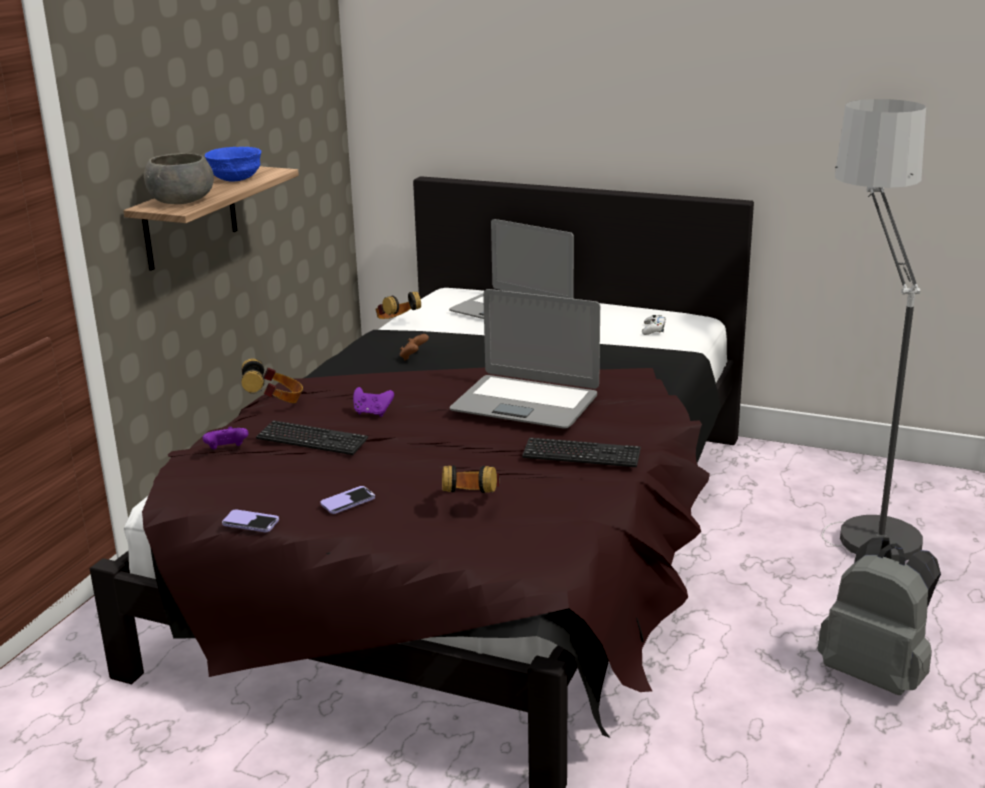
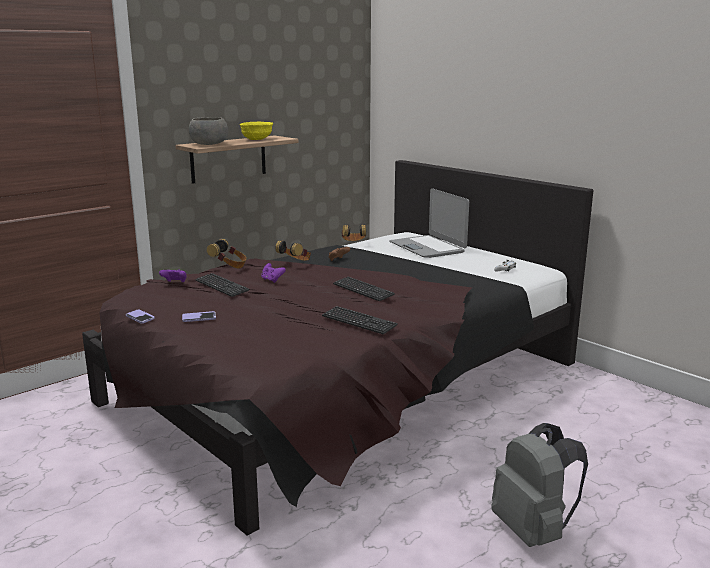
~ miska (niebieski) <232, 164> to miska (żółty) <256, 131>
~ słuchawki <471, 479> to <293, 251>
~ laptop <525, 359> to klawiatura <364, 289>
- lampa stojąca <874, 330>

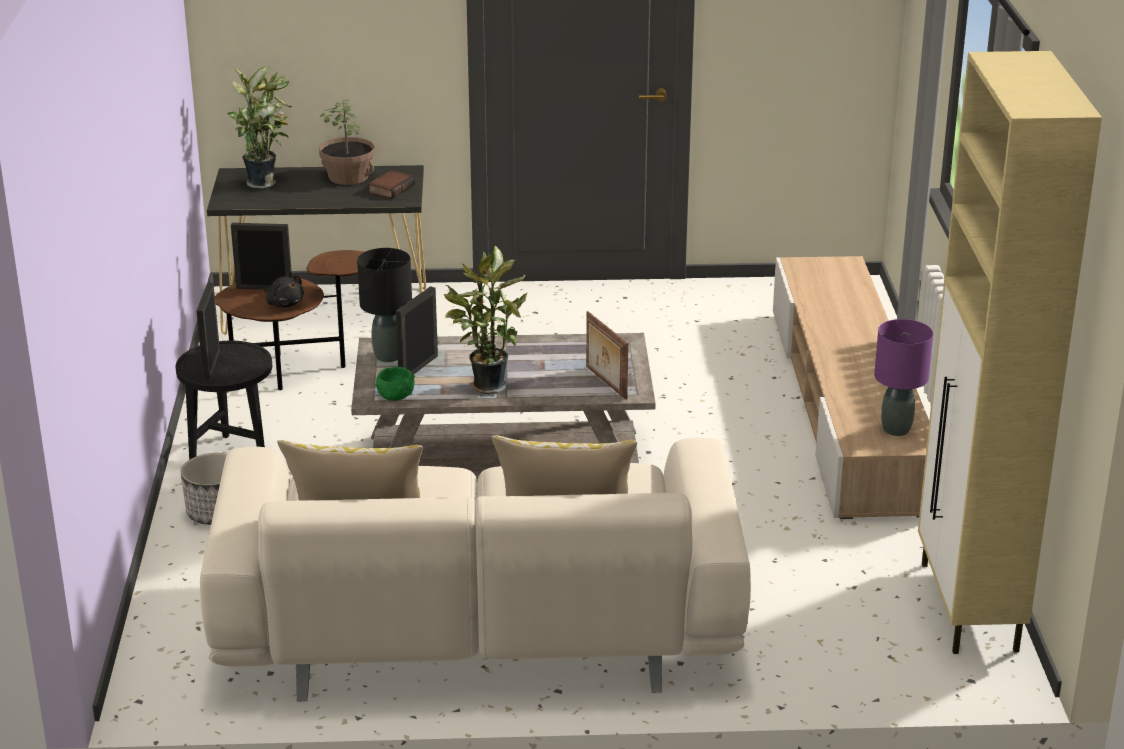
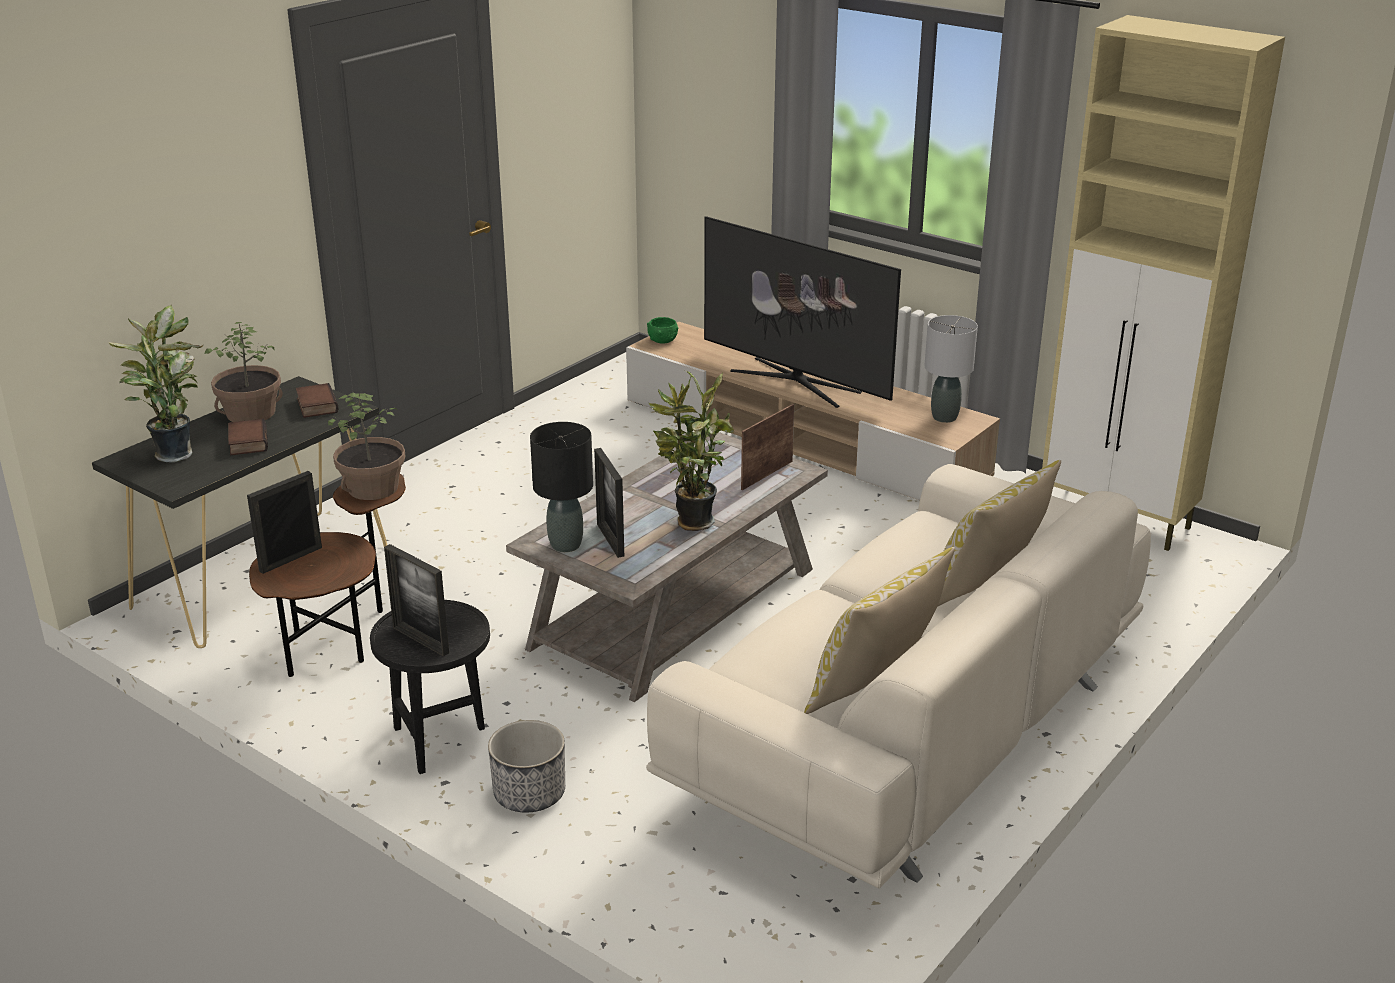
+ książka <248, 437>
+ roślina doniczkowa <366, 446>
~ miska (zielony) <395, 384> to <663, 330>
+ telewizor <802, 312>
~ ramka na zdjęcie <607, 355> = <767, 447> 120 degrees clockwise
~ lampa stołowa (fioletowy) <903, 377> to lampa stołowa (szary) <951, 369>
- pluszak (czarny) <284, 291>

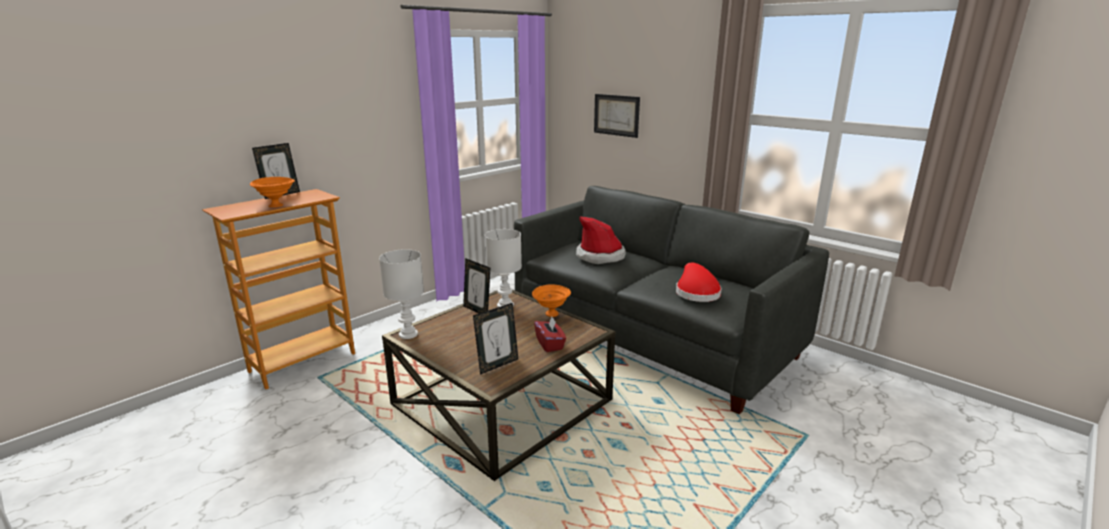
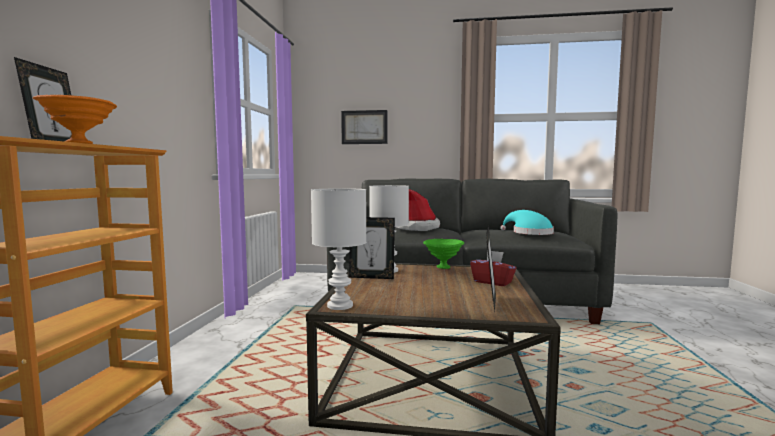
~ miska (pomarańczowy) <551, 300> to miska (zielony) <443, 254>
~ kapelusz (czerwony) <699, 282> to kapelusz (turkusowy) <527, 222>

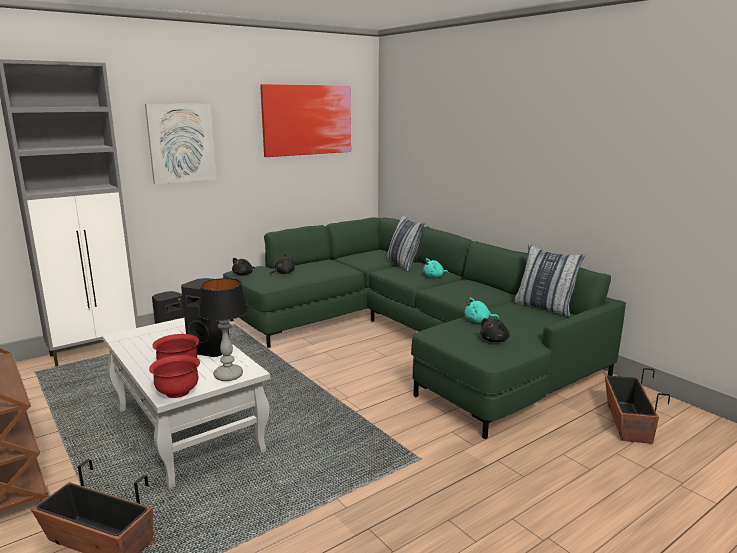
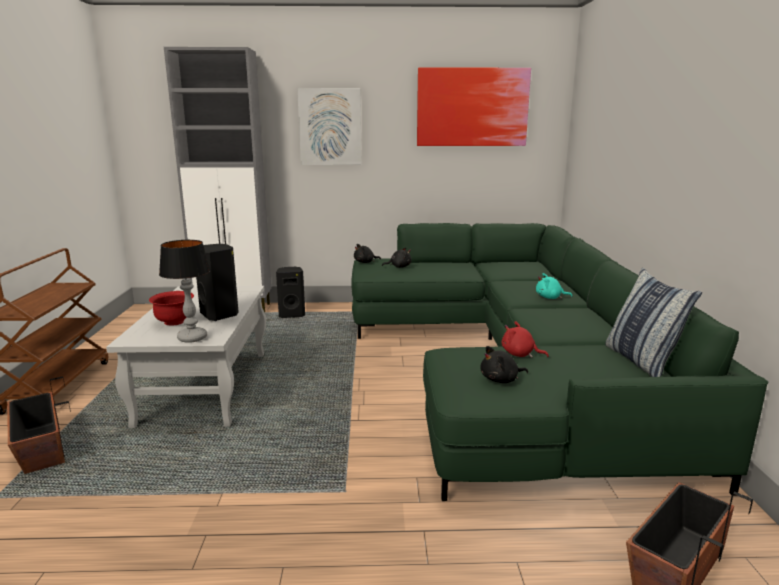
~ pluszak (turkusowy) <481, 310> to pluszak (czerwony) <525, 339>
- miska (czerwony) <174, 376>
- poduszka <406, 242>

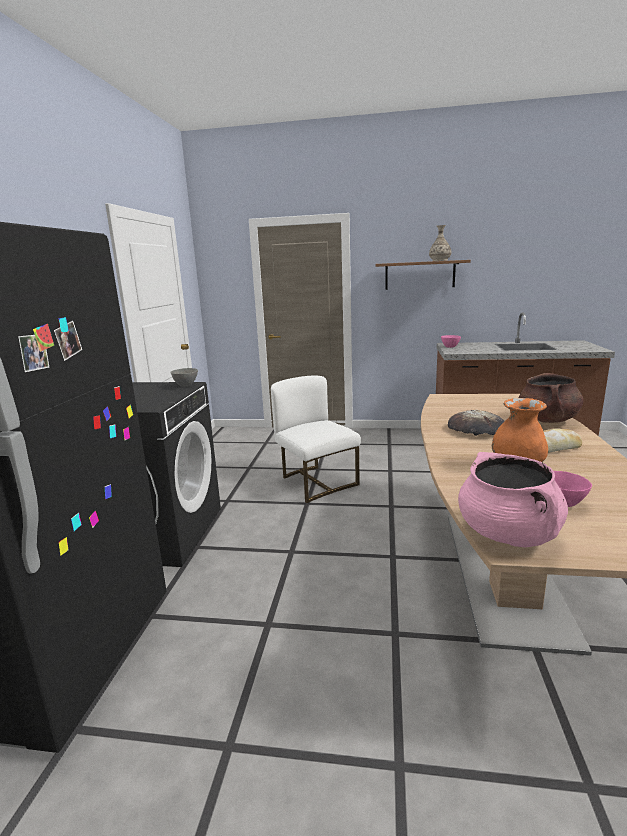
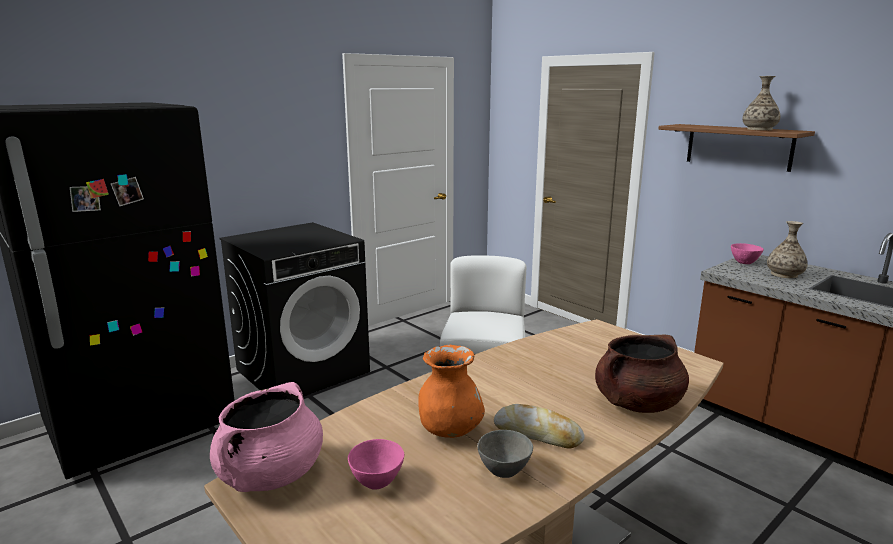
~ miska (szary) <184, 377> to <505, 454>
+ wazon <787, 249>
- chleb <476, 423>

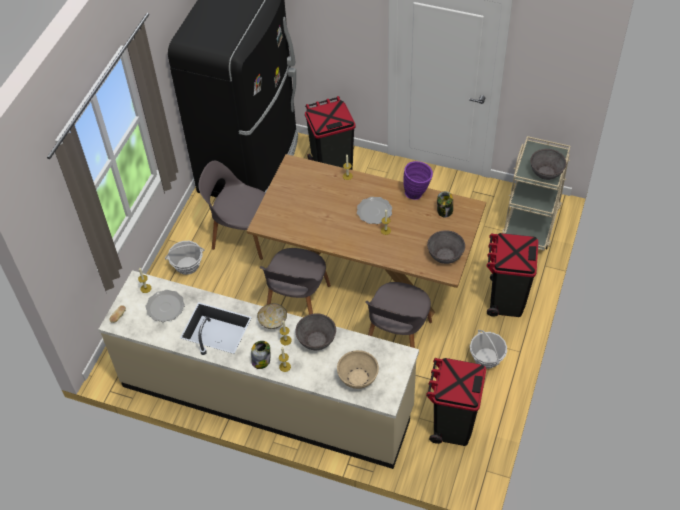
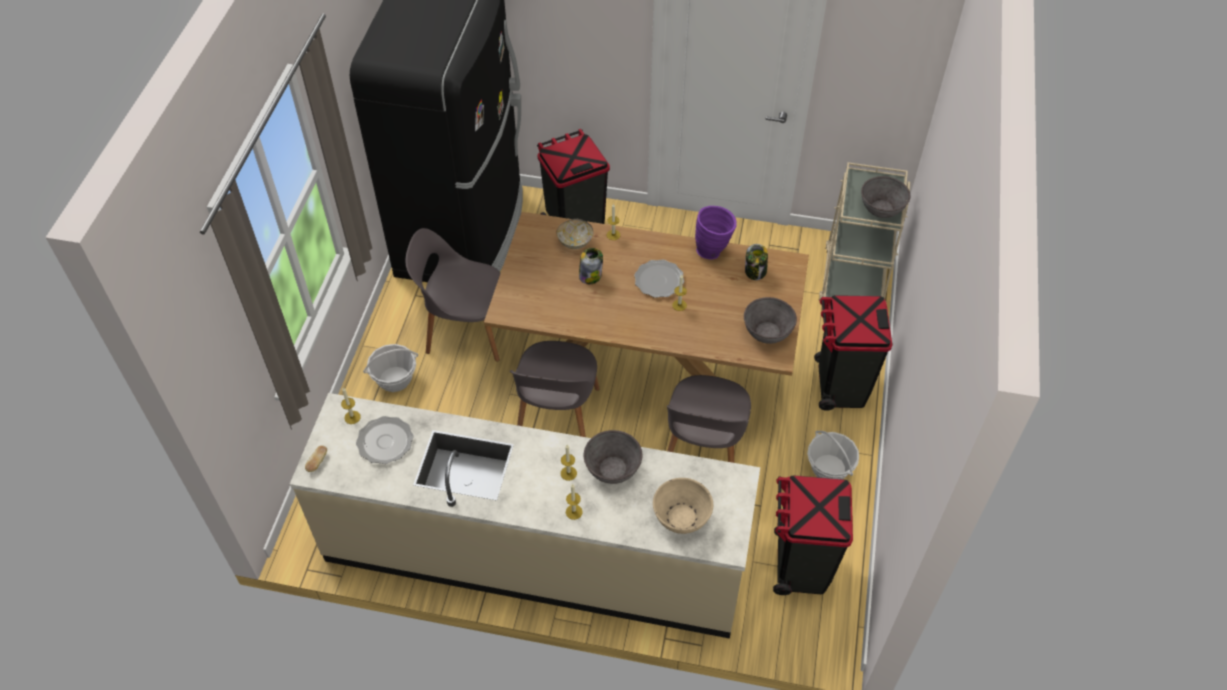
~ miska <272, 316> to <574, 234>
~ słoik <260, 355> to <591, 266>

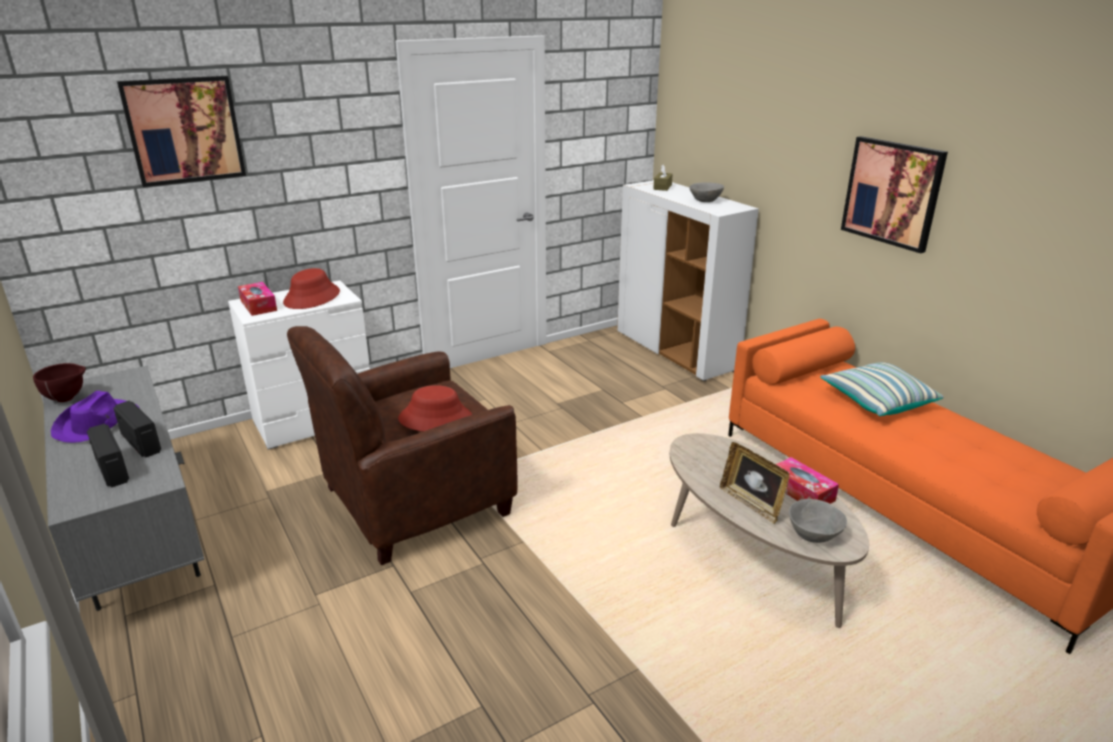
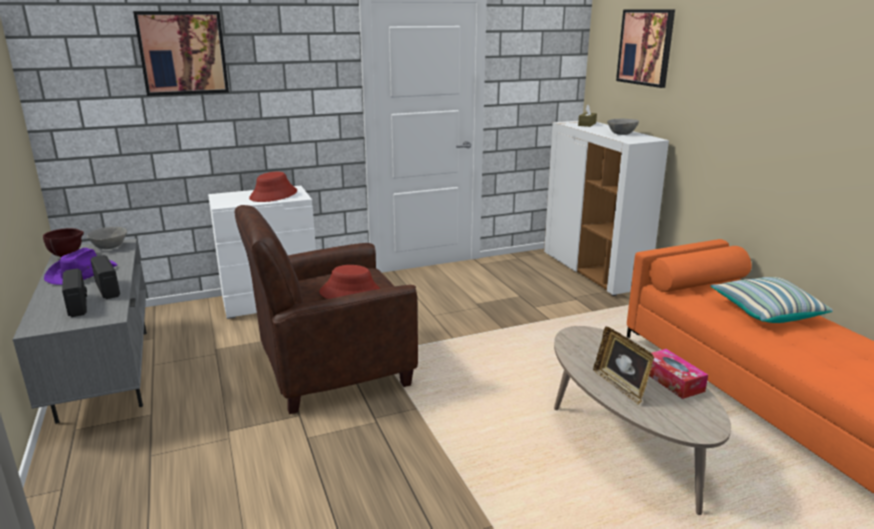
~ miska (szary) <818, 521> to <107, 238>
~ obraz <894, 194> to <645, 48>
- pudełko chusteczek <257, 299>

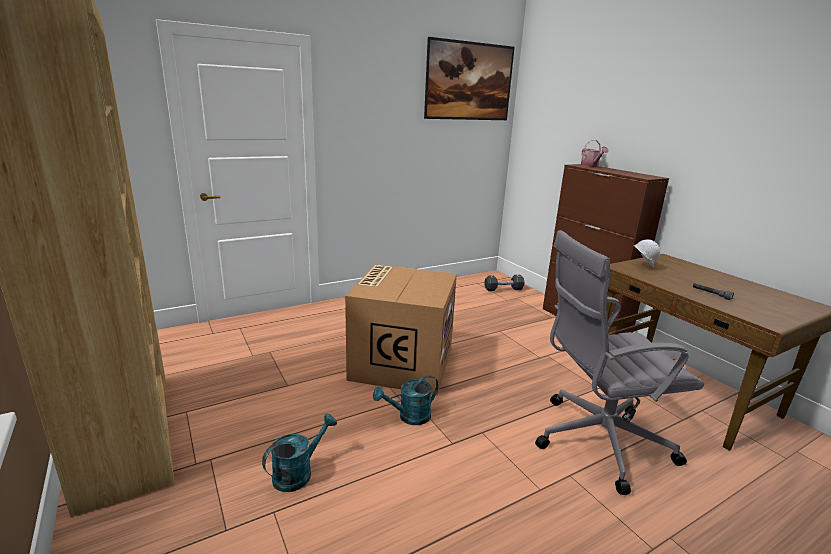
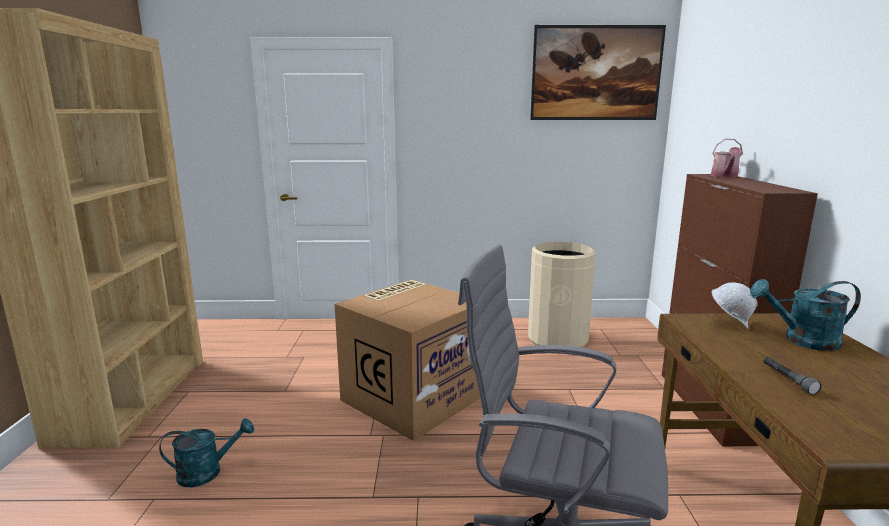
+ kosz na śmieci (beżowy) <562, 295>
~ konewka (turkusowy) <406, 400> to <805, 315>
- hantel (czarny) <504, 283>

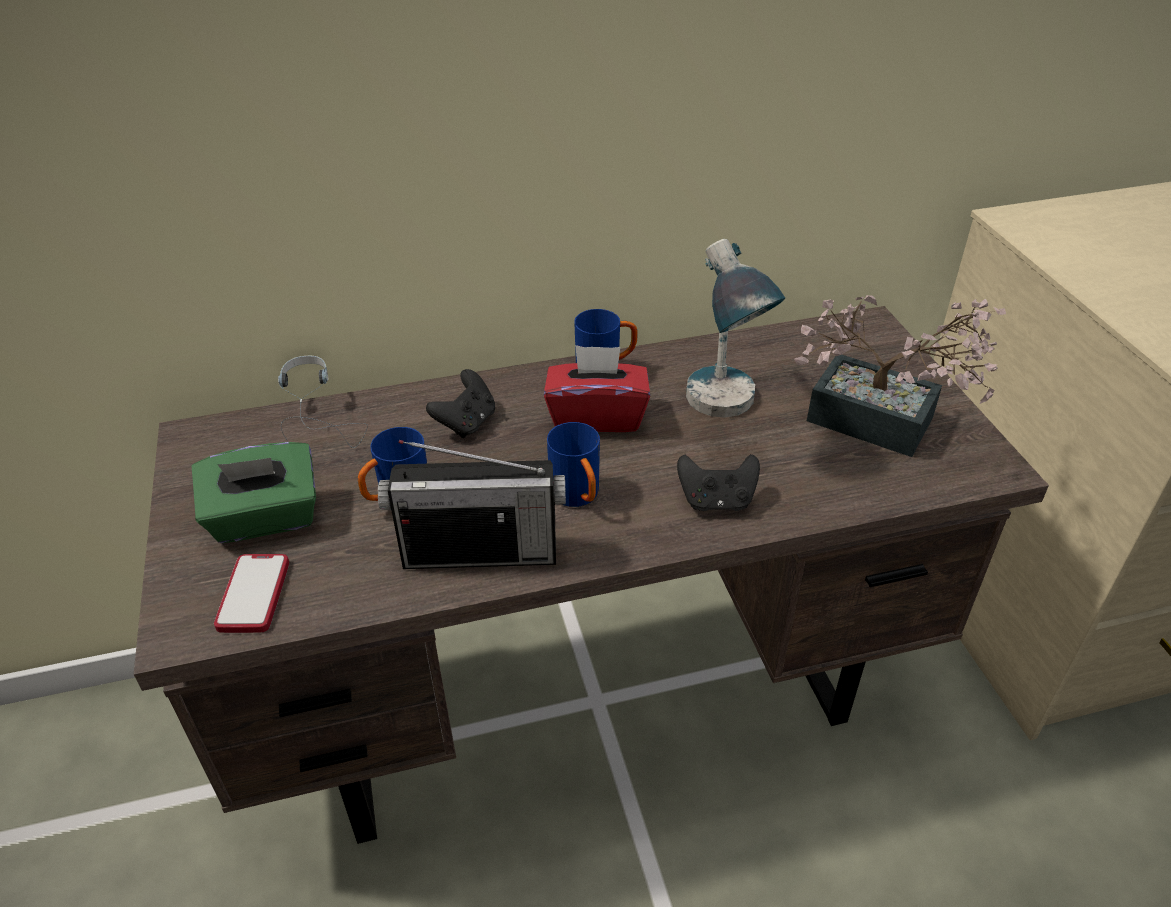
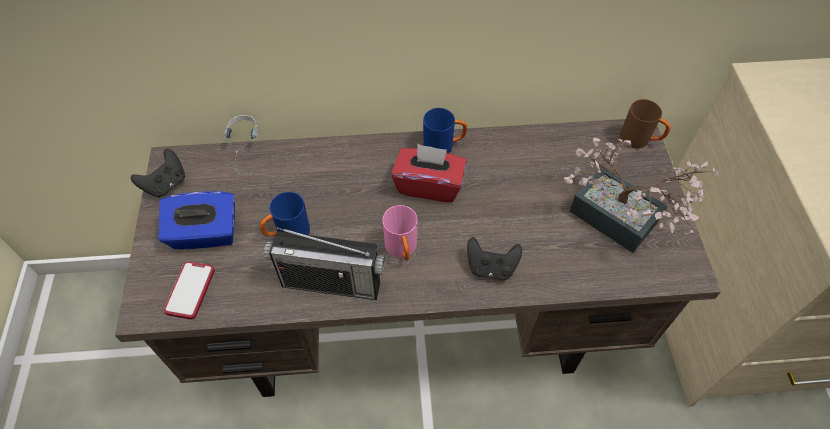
~ pad do gier (czarny) <460, 403> to <158, 173>
~ pudełko chusteczek (zielony) <253, 492> to pudełko chusteczek (niebieski) <196, 220>
~ kubek (niebieski) <573, 464> to kubek (różowy) <400, 232>
+ kubek (brązowy) <645, 124>
- lampa stołowa <735, 328>

